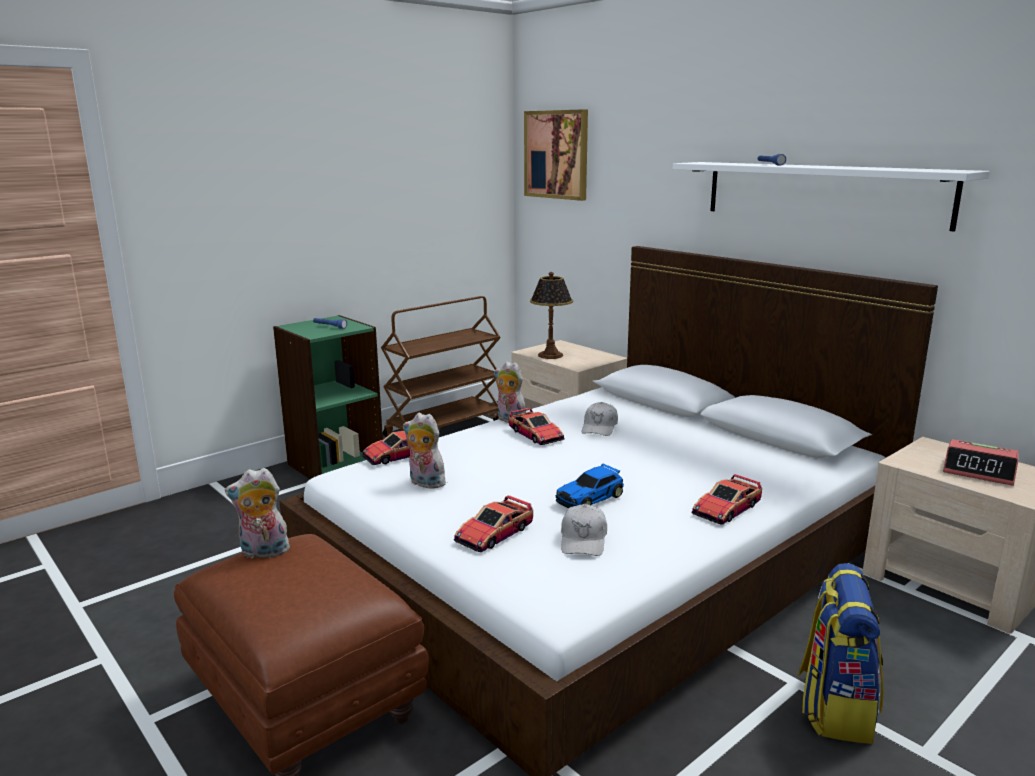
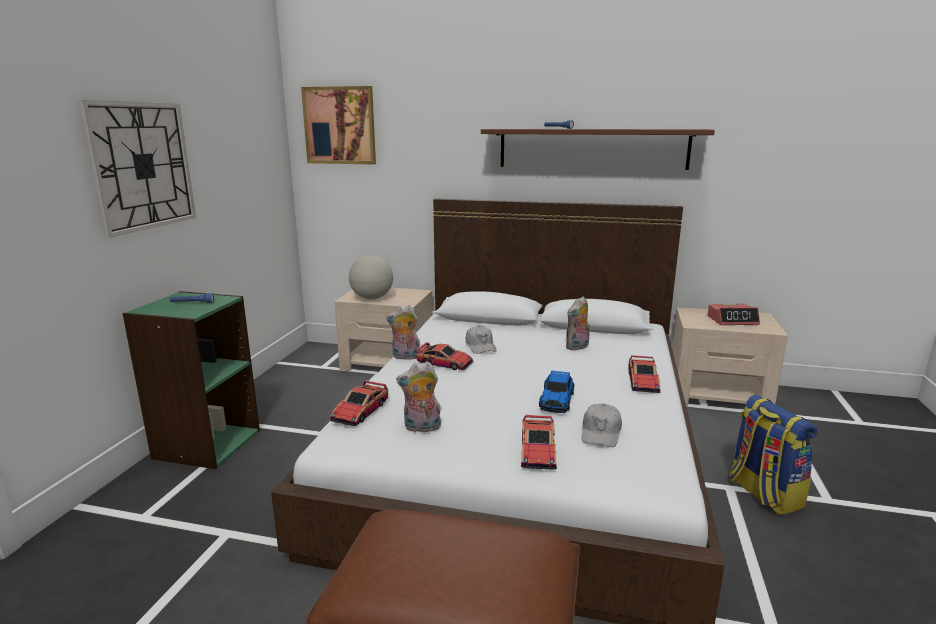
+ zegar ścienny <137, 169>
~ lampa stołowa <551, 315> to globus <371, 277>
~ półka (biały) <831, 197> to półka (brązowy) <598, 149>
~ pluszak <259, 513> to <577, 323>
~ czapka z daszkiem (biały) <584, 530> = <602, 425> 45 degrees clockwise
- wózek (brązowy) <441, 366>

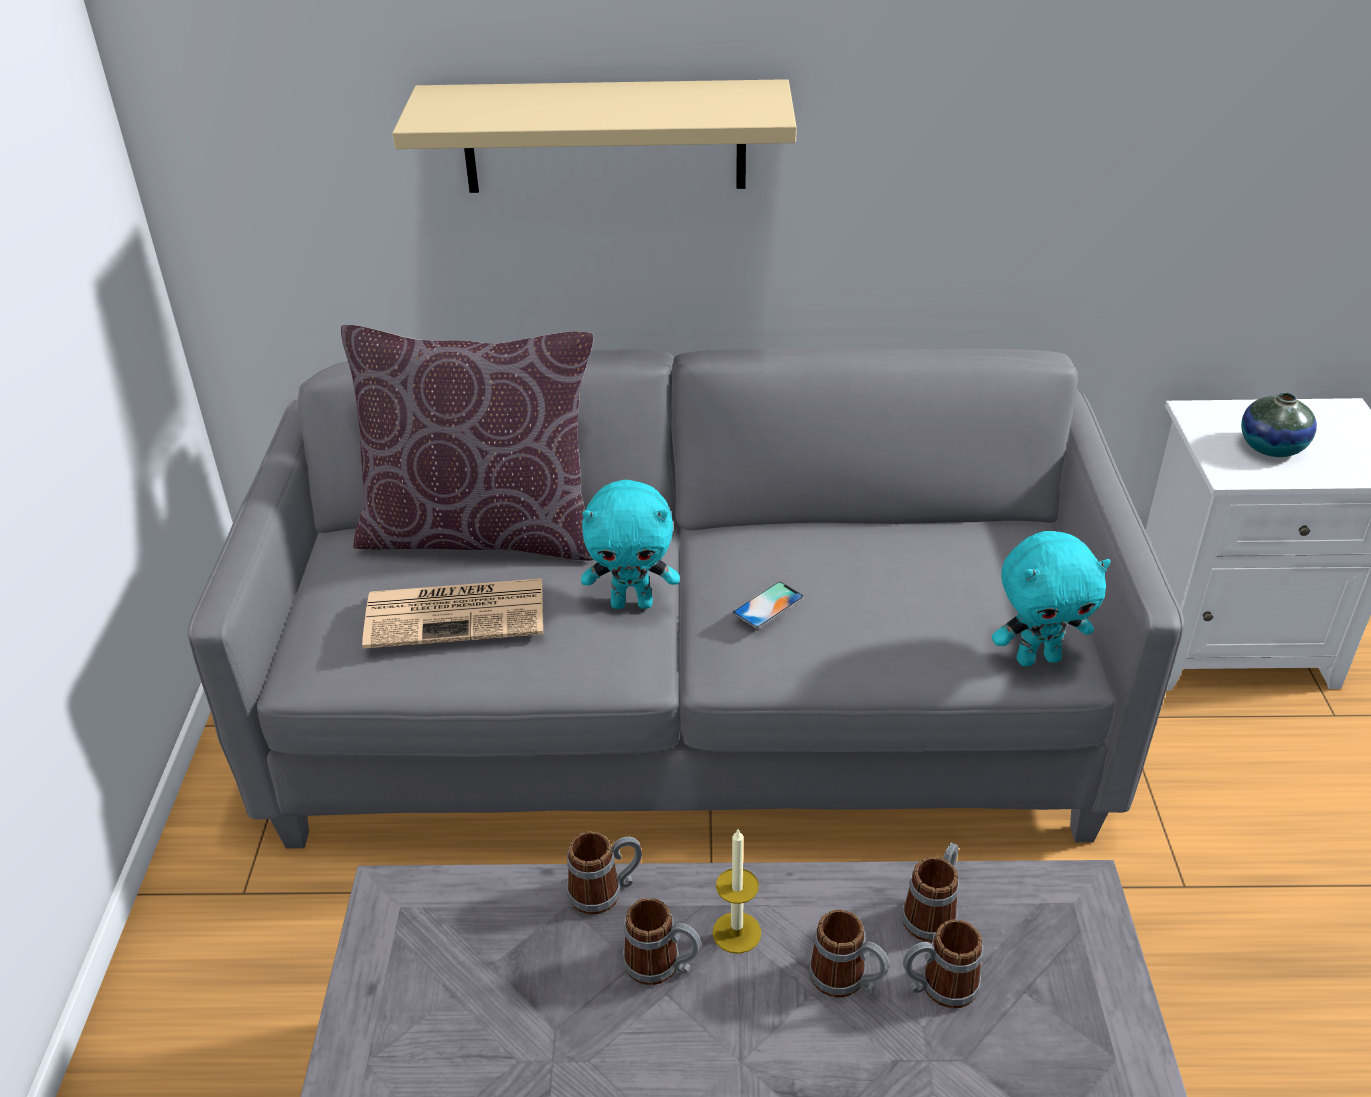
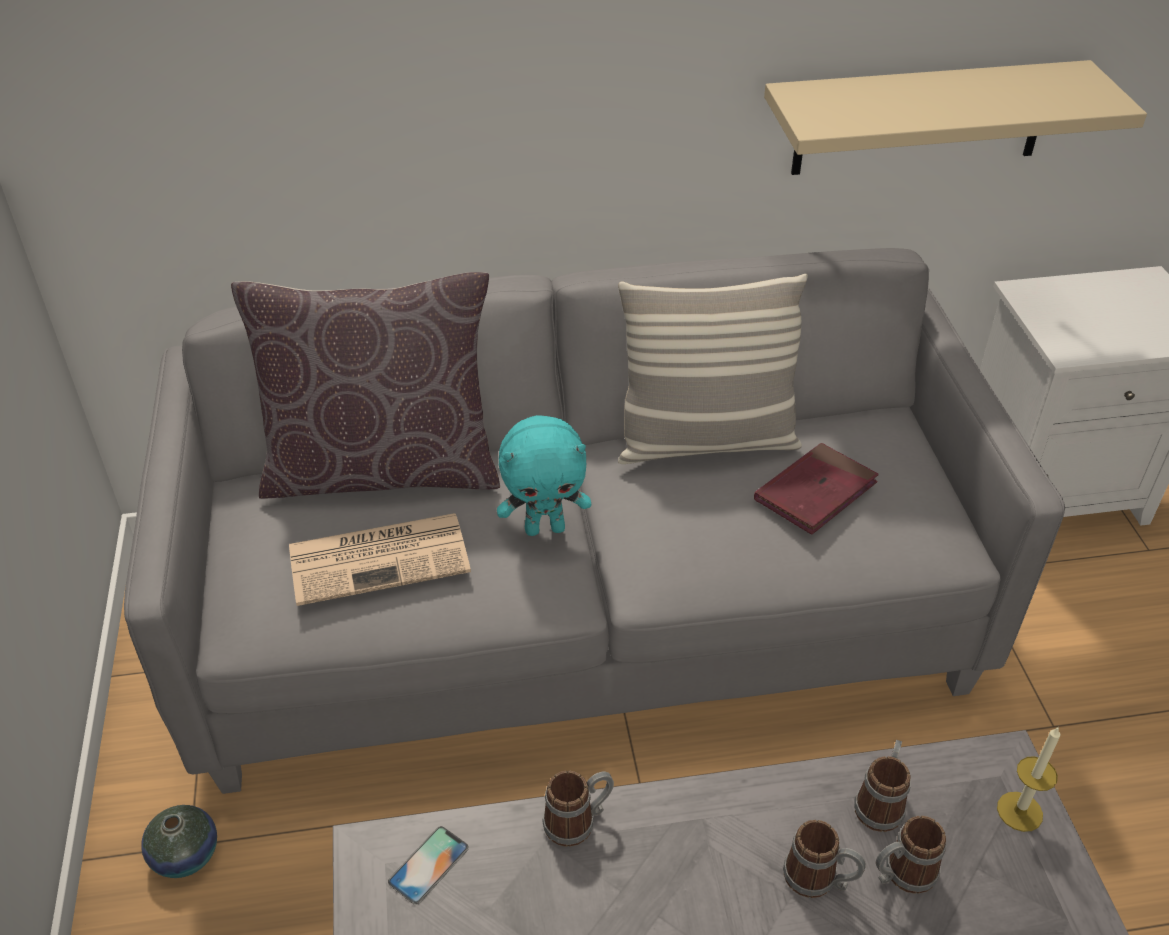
~ wazon <1279, 424> to <179, 841>
~ telefon <768, 605> to <428, 865>
+ poduszka <713, 369>
+ książka (czerwony) <816, 489>
~ półka (beżowy) <594, 136> to <955, 117>
~ świeca <737, 891> to <1028, 779>
- kubek <661, 941>
- pluszak (turkusowy) <1051, 599>

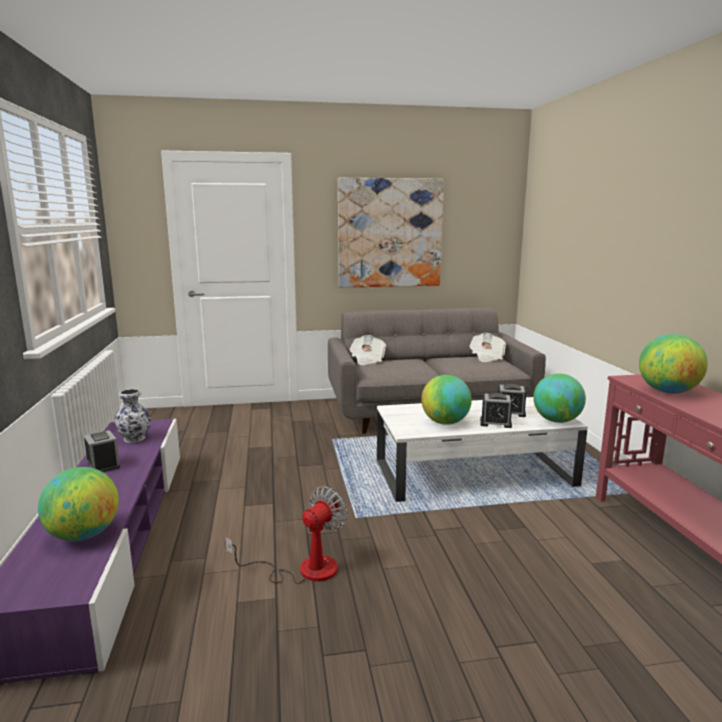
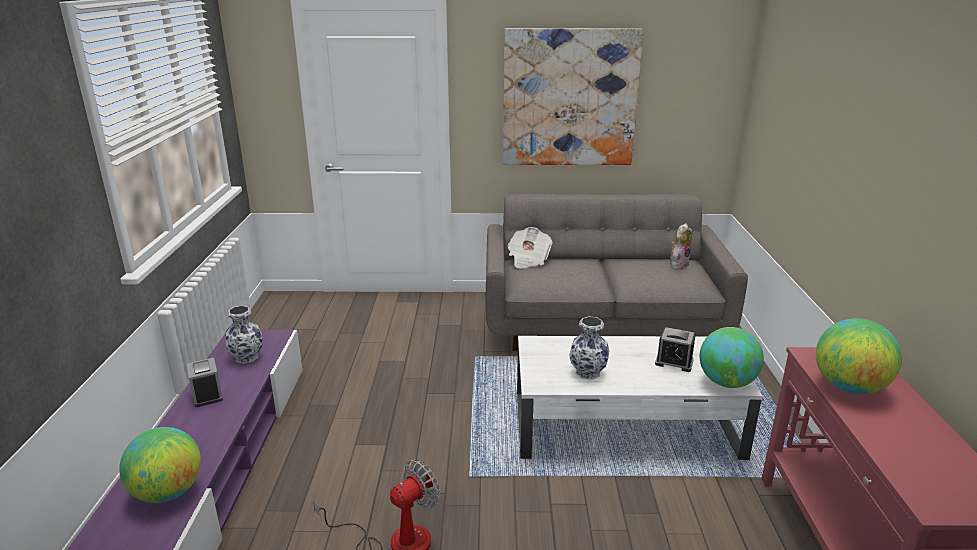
~ globus <446, 400> to wazon <589, 348>
~ gazeta <487, 347> to pluszak <681, 246>
- budzik <496, 410>

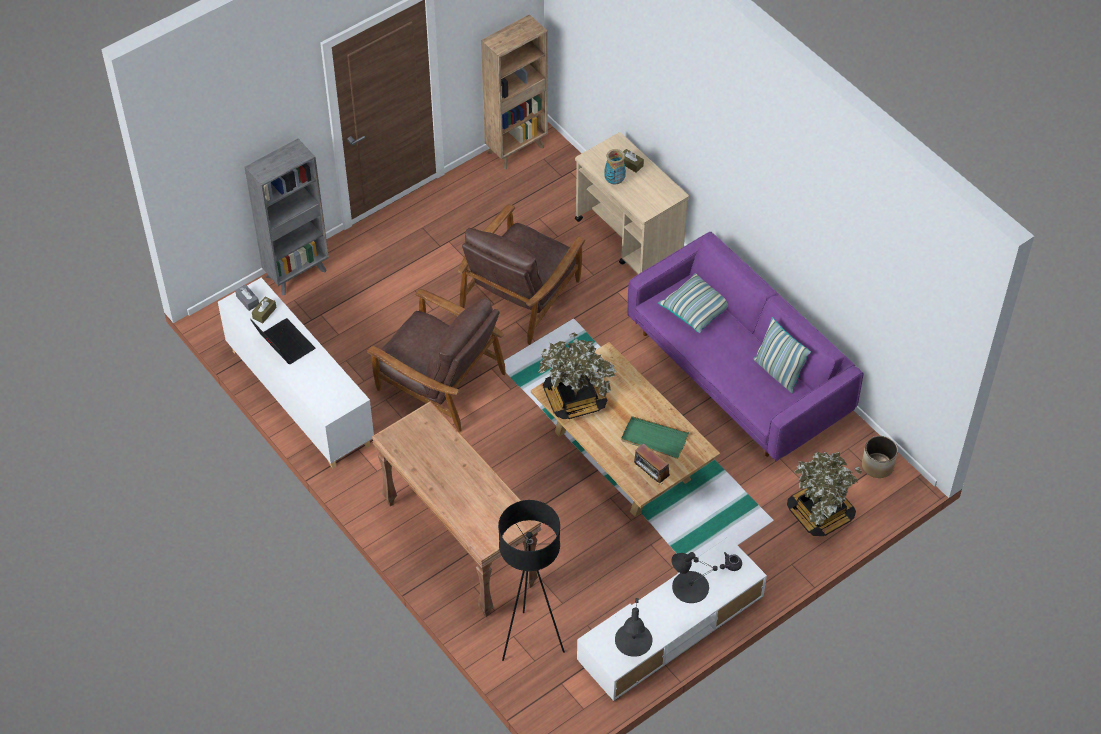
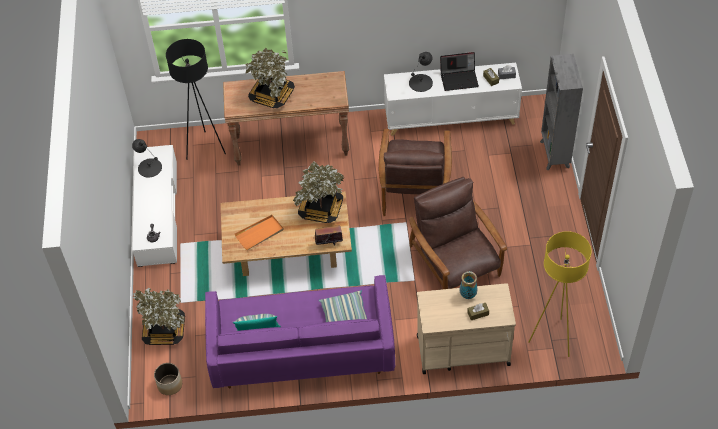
~ taca (zielony) <655, 437> to taca (pomarańczowy) <259, 232>
+ roślina doniczkowa <270, 78>
~ radio <652, 464> to <329, 234>
~ fotel (brązowy) <436, 360> = <415, 172> 60 degrees counterclockwise
~ lampa stołowa (czarny) <695, 577> to <421, 72>
+ lampa stojąca (żółty) <559, 294>
- regał (brązowy) <514, 91>

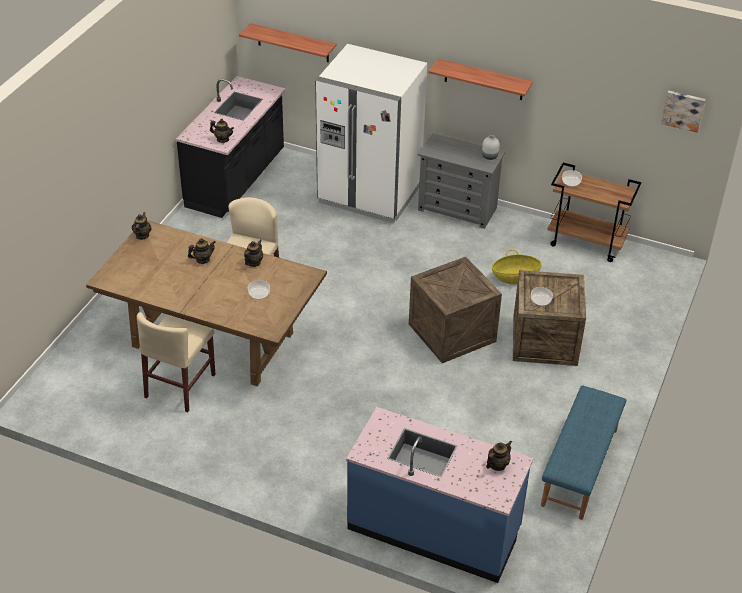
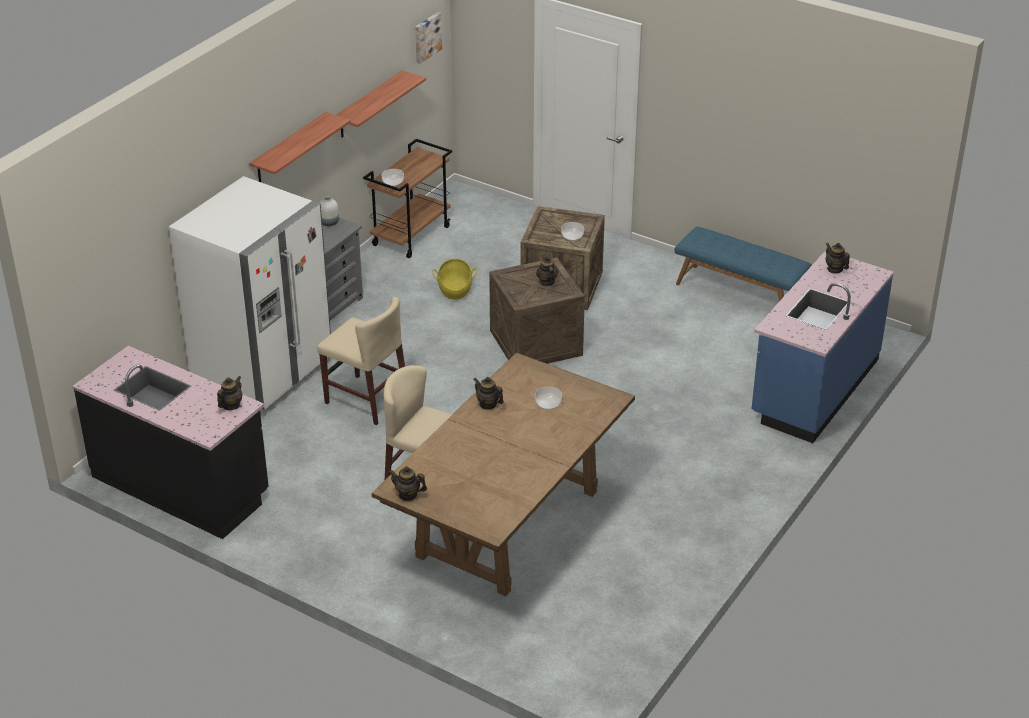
~ krzesło (beżowy) <176, 362> to <361, 361>
~ półka <287, 42> to <381, 103>
~ imbryk <202, 251> to <547, 270>

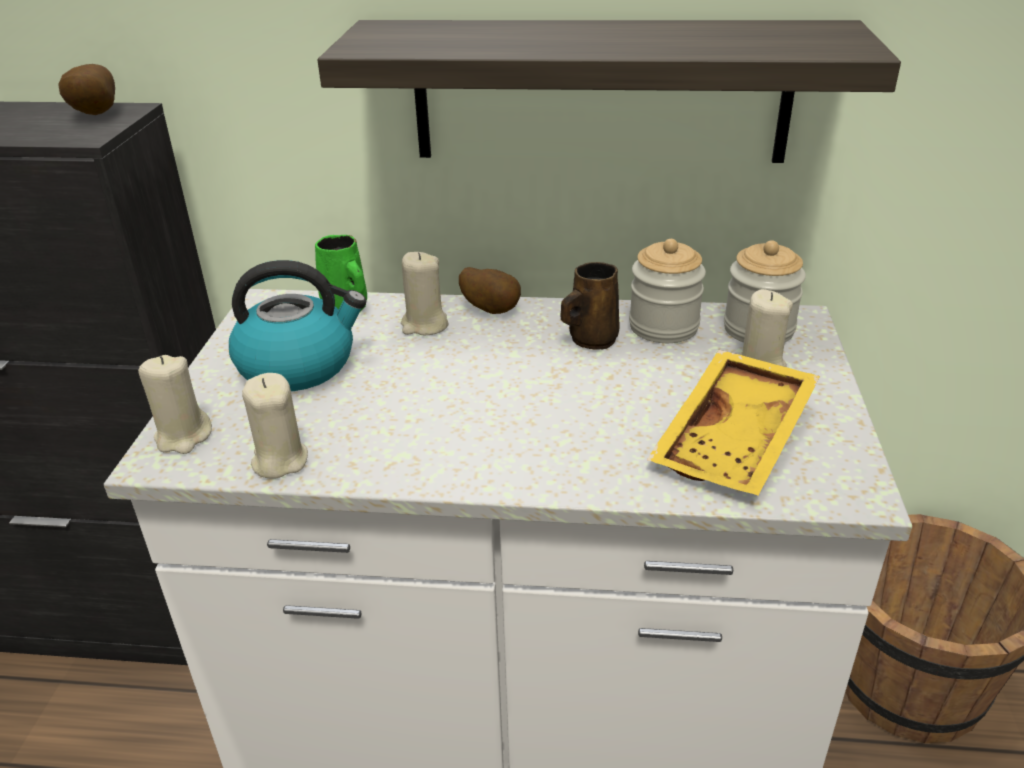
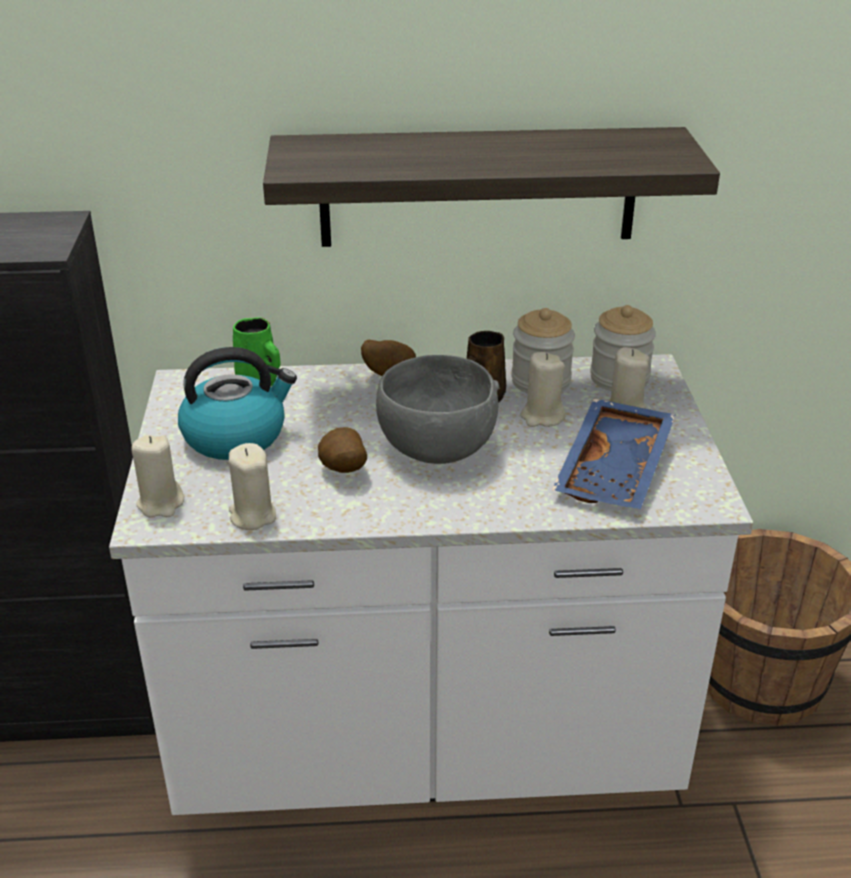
~ ziemniak <86, 89> to <342, 450>
+ miska (szary) <438, 409>
~ świeca (beżowy) <425, 293> to <543, 389>
~ taca (żółty) <733, 422> to taca (niebieski) <613, 454>

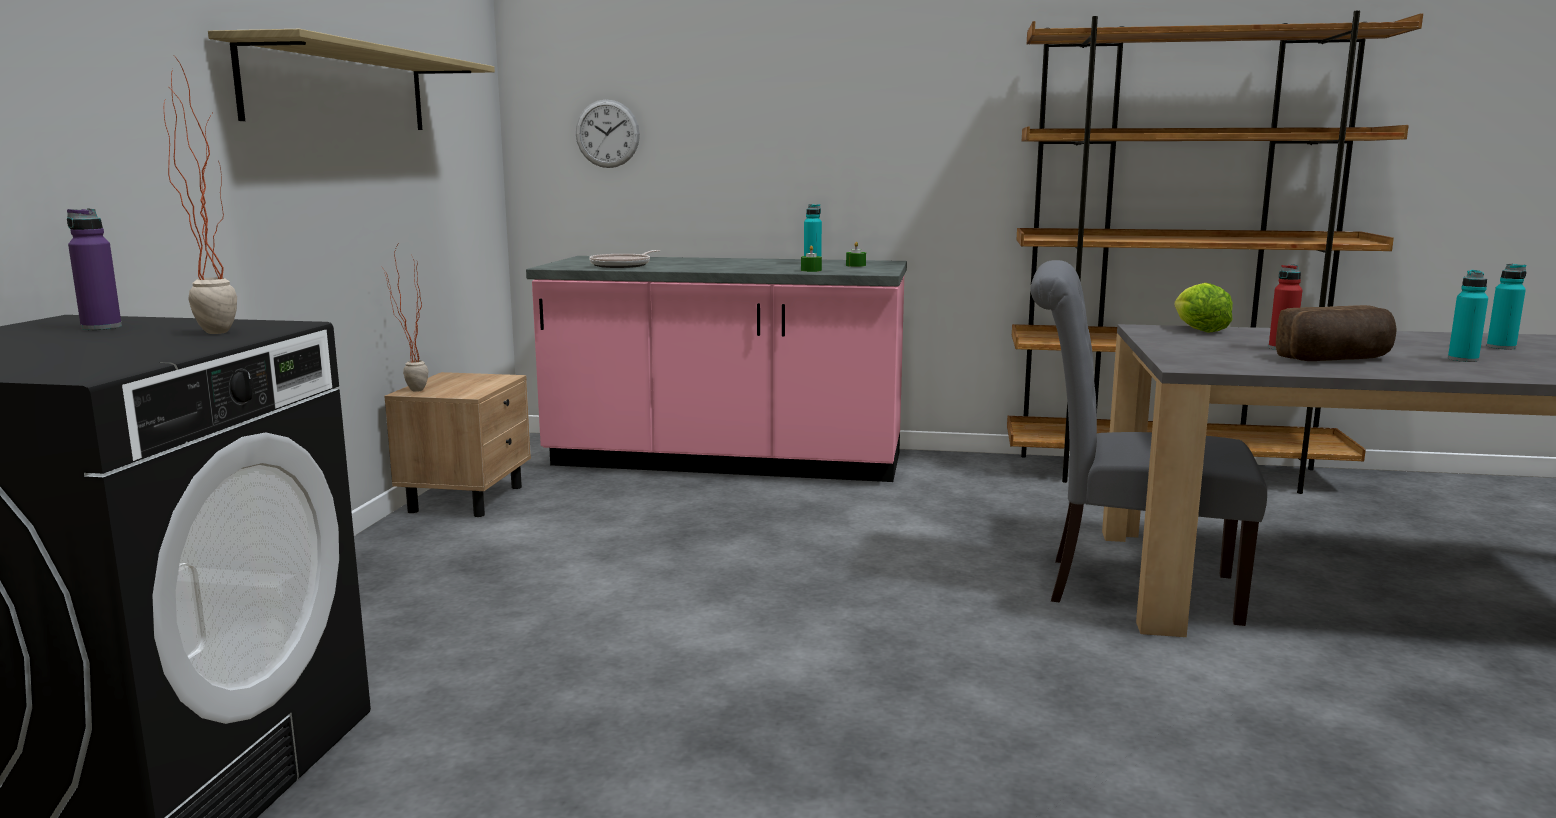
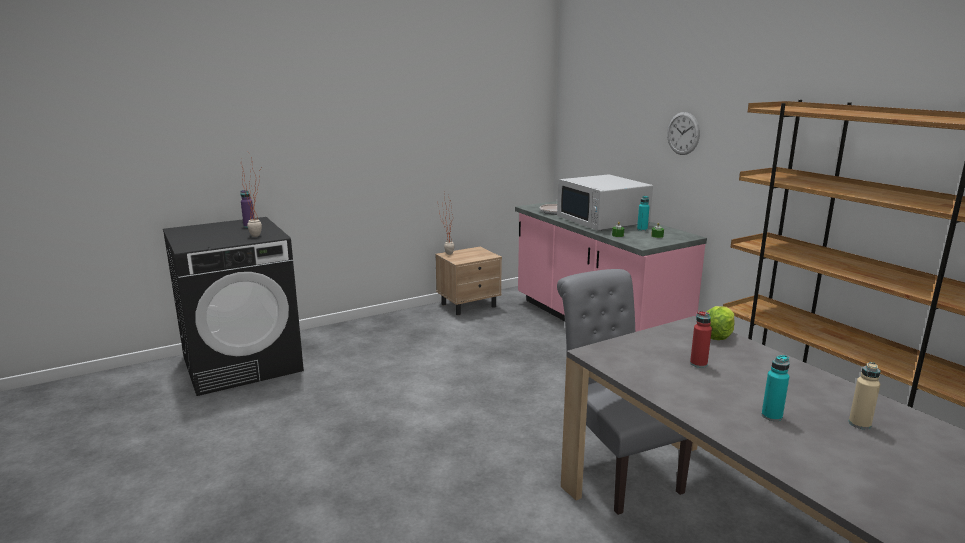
+ mikrofalówka (biały) <605, 202>
~ zegar ścienny <608, 133> to <683, 133>
~ butelka (turkusowy) <1506, 307> to butelka (beżowy) <864, 395>
- półka <351, 79>
- chleb <1336, 333>

